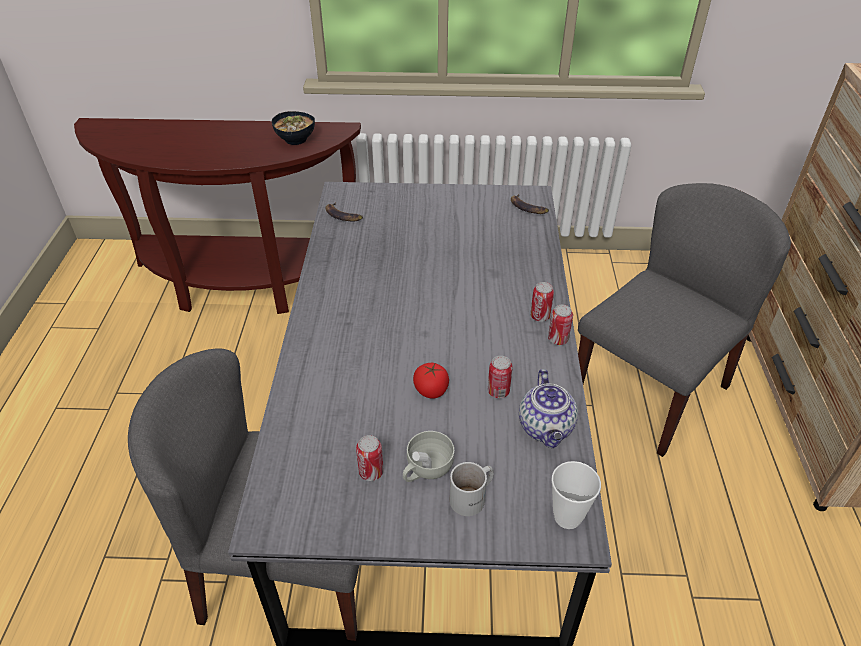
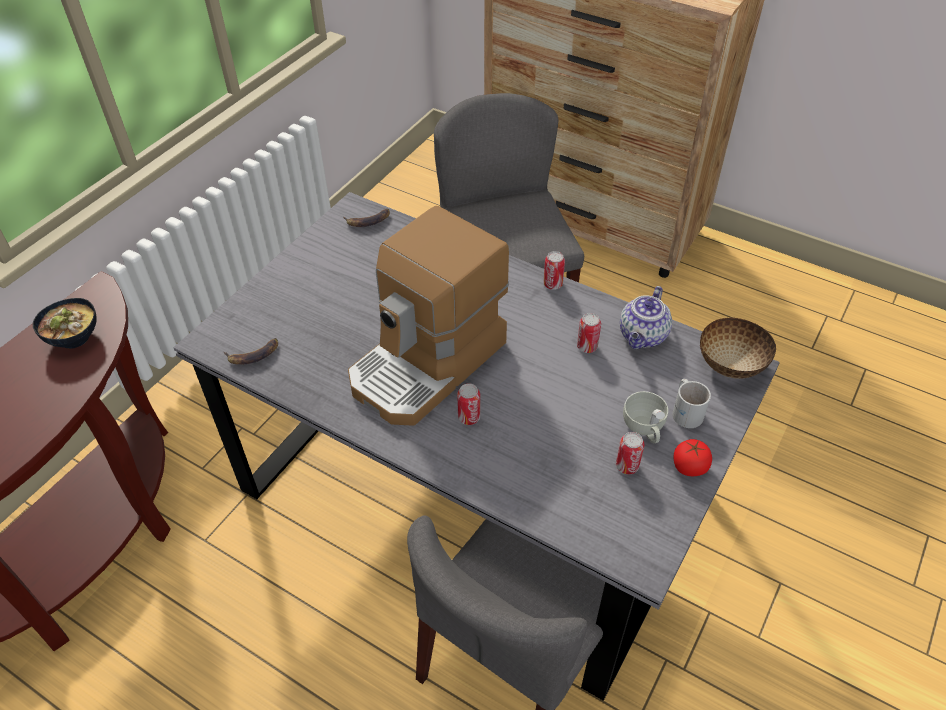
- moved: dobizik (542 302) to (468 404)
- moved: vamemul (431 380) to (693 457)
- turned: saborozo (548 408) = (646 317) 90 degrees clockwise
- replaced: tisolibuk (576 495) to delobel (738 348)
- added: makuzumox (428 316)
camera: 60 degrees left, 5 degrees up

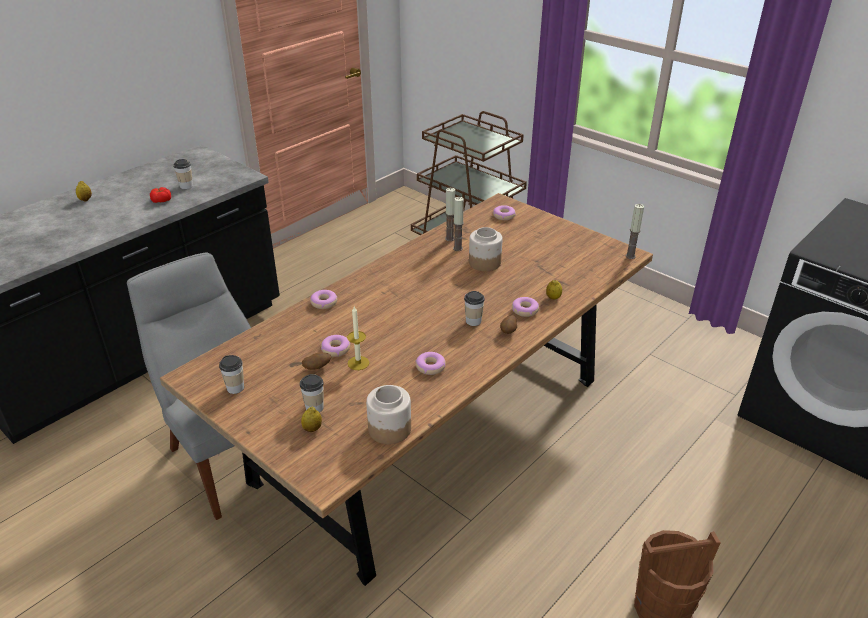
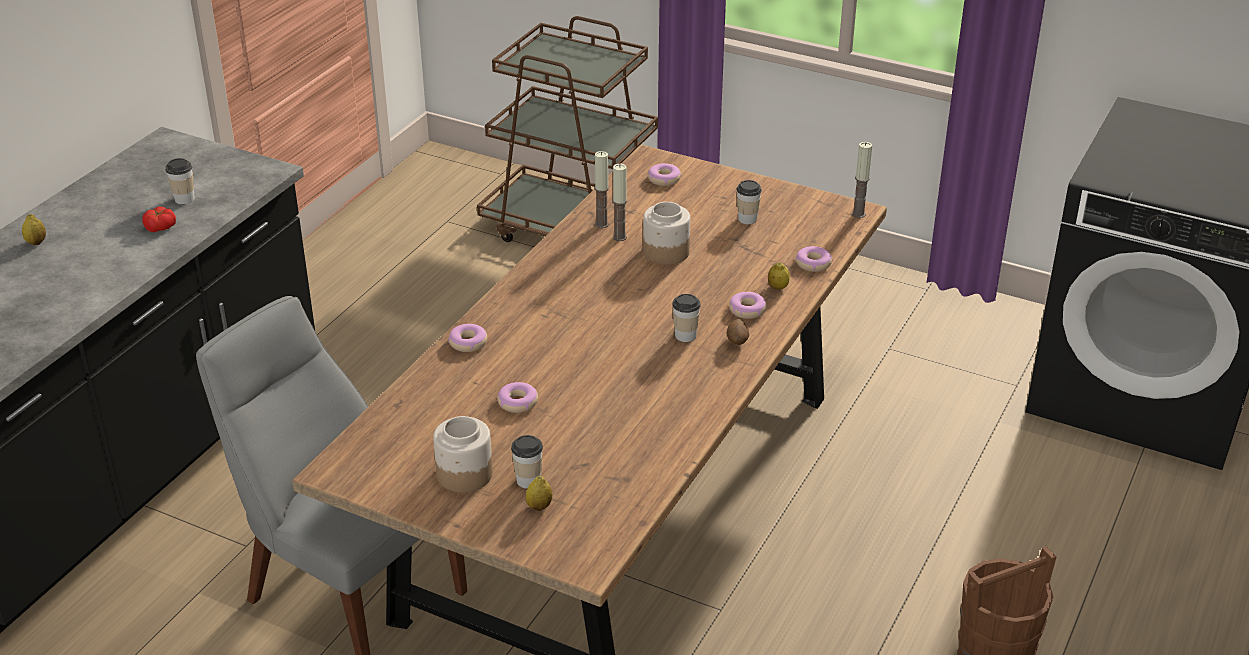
- removed: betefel (358 338)
- removed: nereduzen (316 361)
- moved: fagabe (430 363) to (814 259)
- moved: tisolibuk (231 374) to (749 202)
- moved: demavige (388 414) to (463 454)
camera: 15 degrees left, 0 degrees up

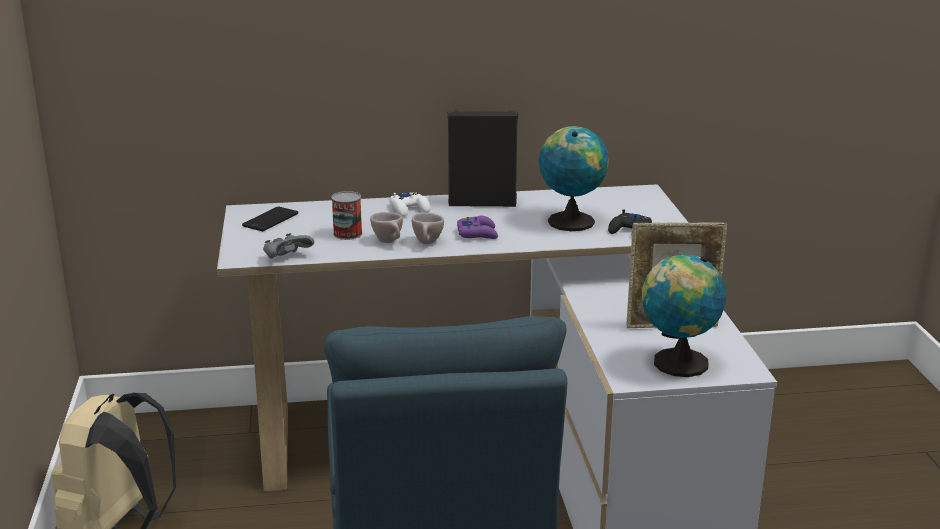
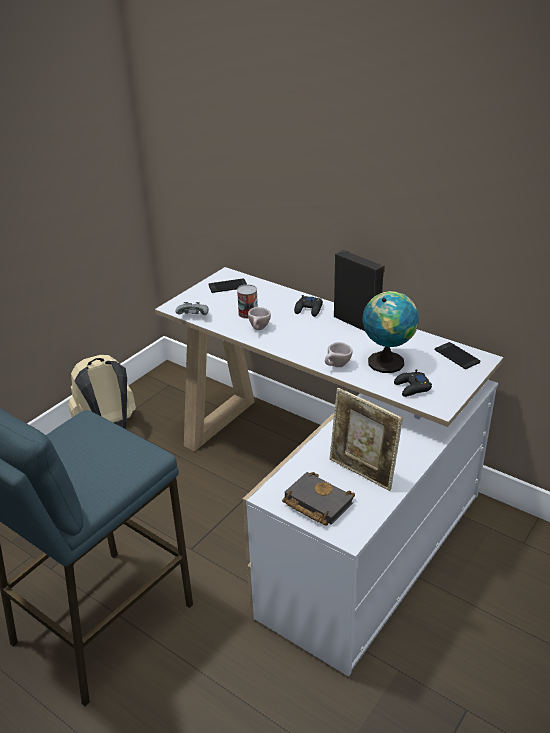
- recoloured: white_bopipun (410 204) to black_bopipun (308 306)
- moved: beige_tisolibuk (428 228) to (339 354)
- removed: purple_bopipun (477 227)
- replaced: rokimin (684 315) to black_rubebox (318 499)
- added: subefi (457 355)
camera: 45 degrees right, 10 degrees up

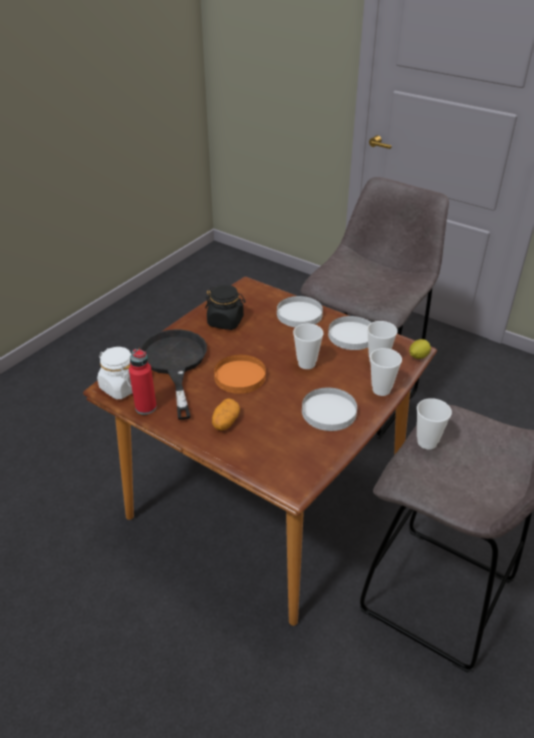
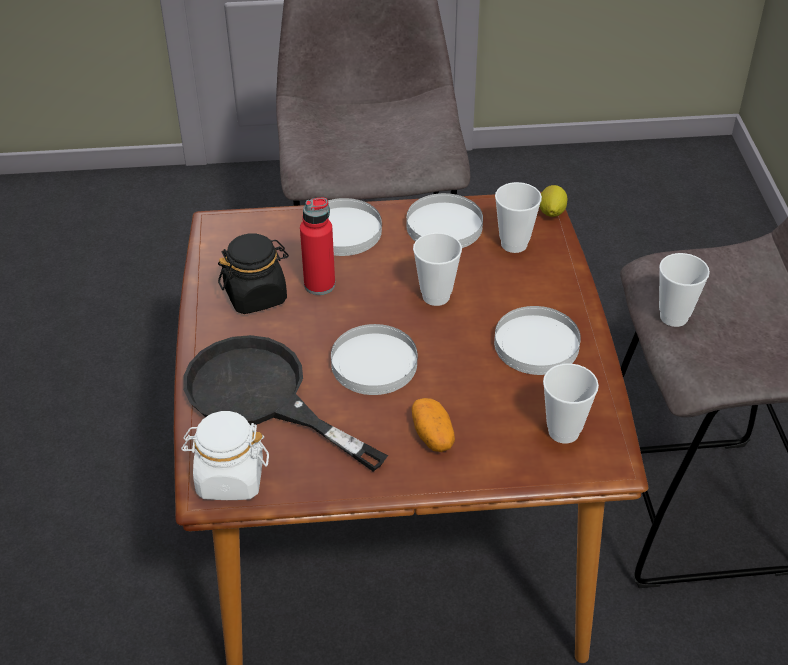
- moved: tisolibuk (386 372) to (571 403)
- moved: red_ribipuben (143 382) to (317 246)
- recoloured: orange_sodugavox (240 374) to white_sodugavox (374 359)
camera: 40 degrees left, 5 degrees up

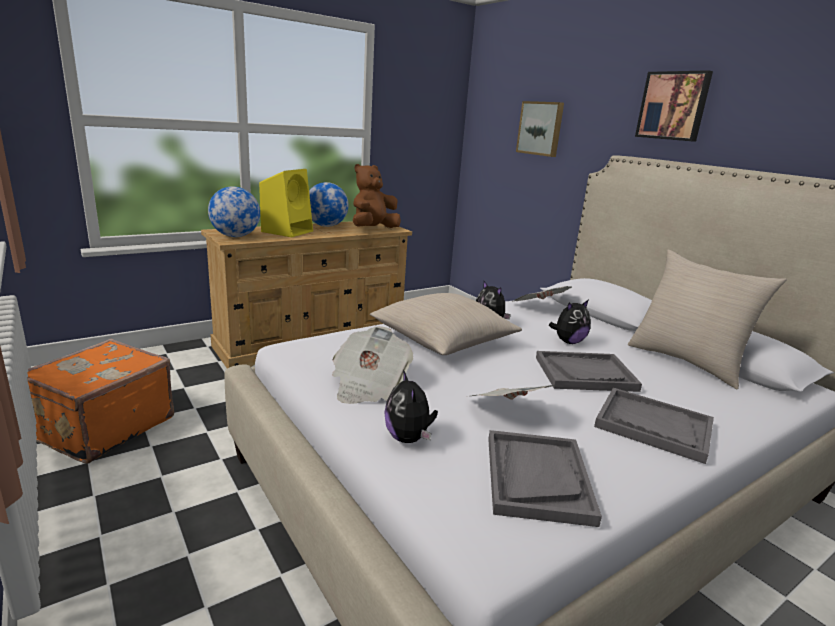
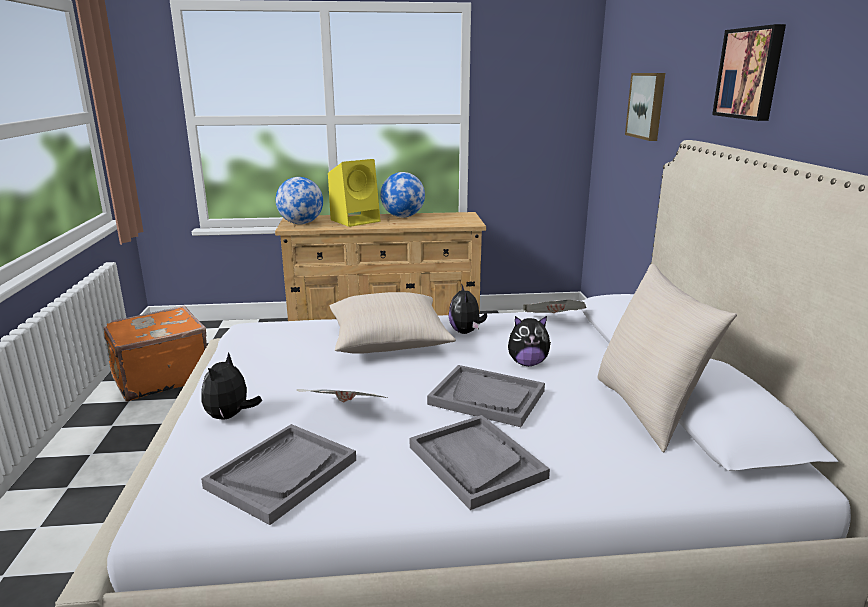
- removed: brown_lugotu (377 196)
- removed: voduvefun (372 365)
camera: 30 degrees right, 0 degrees up

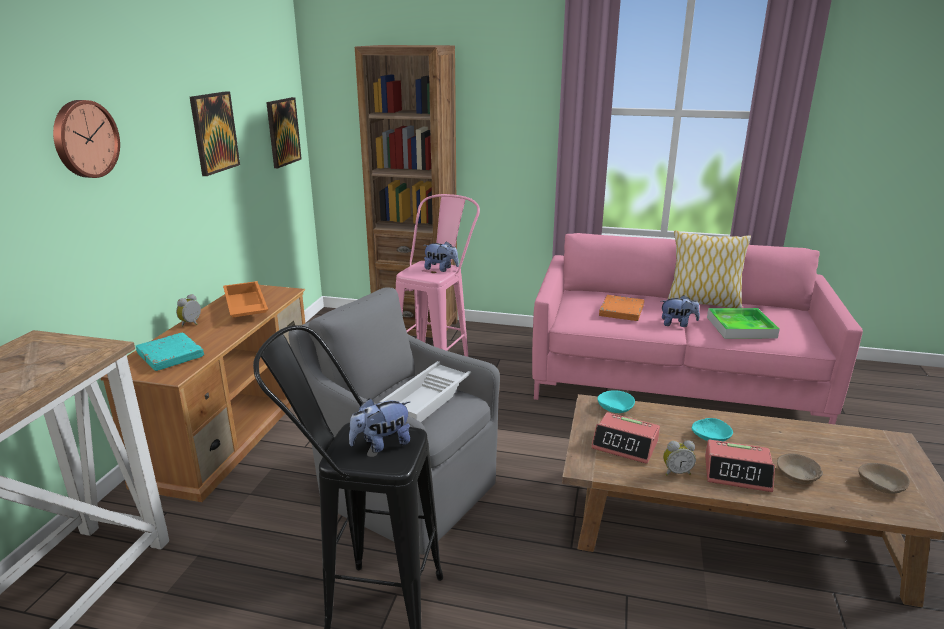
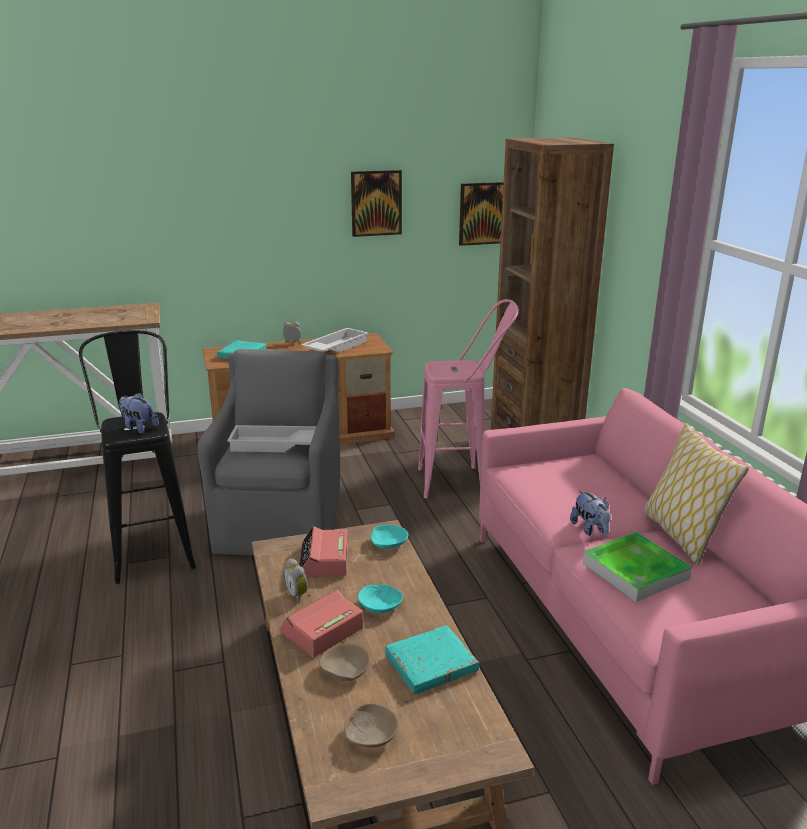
- removed: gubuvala (86 139)
- removed: lugotu (441 256)
- recoloured: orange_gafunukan (245 299) to white_gafunukan (335 340)
- removed: orange_rubebox (621 308)
- turned: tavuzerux (740 465) = (321 623) 60 degrees clockwise
- added: turquoise_rubebox (432 659)
camera: 60 degrees right, 0 degrees up

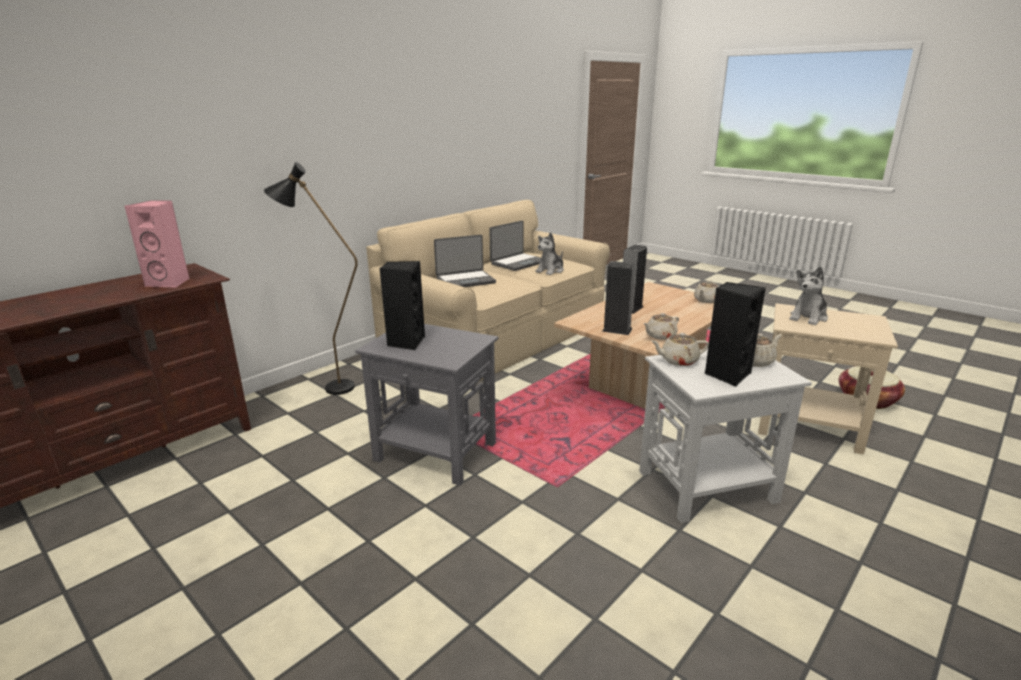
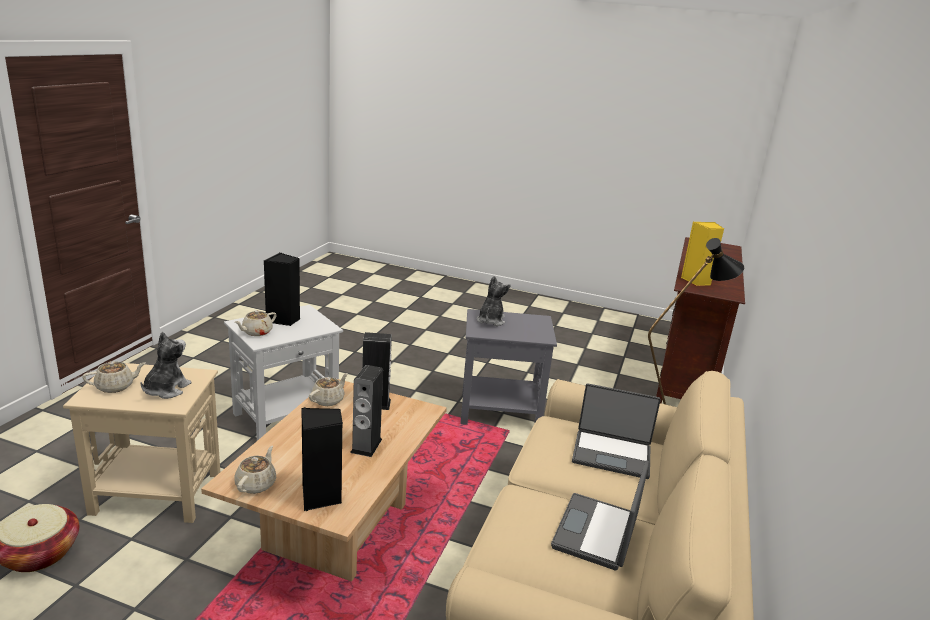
- recoloured: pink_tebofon (157 244) to yellow_tebofon (702 254)
- moved: lugotu (550 253) to (494 301)
- turned: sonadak (465 261) = (616 431) 120 degrees counterclockwise
- moved: black_tebofon (402 305) to (322 459)
- moved: beige_saborozo (680 349) to (114 377)
camera: 155 degrees right, 0 degrees up

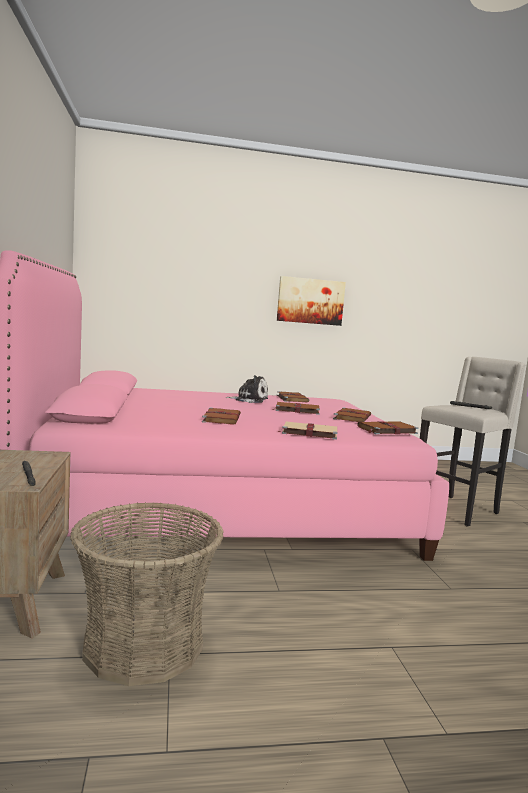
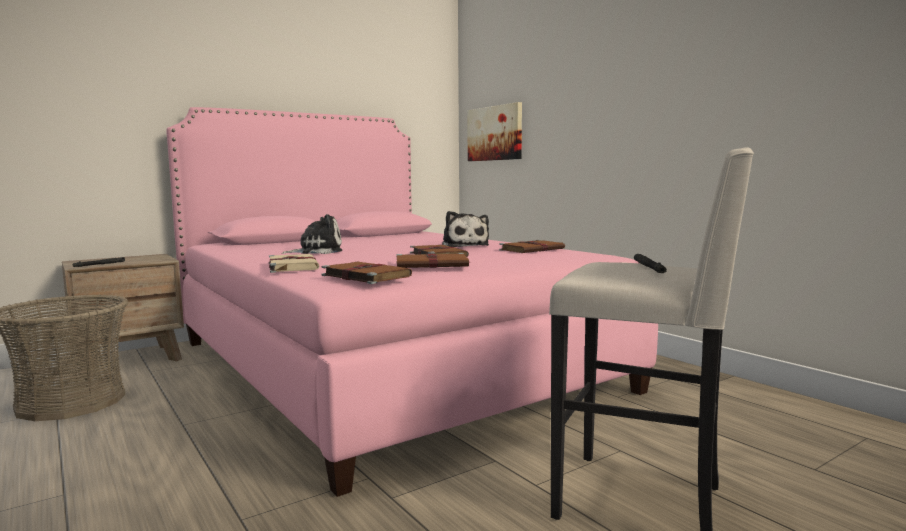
- moved: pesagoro (311 301) to (494 131)
- replaced: brown_rubebox (221 416) to lugotu (312 234)
camera: 65 degrees right, 0 degrees up

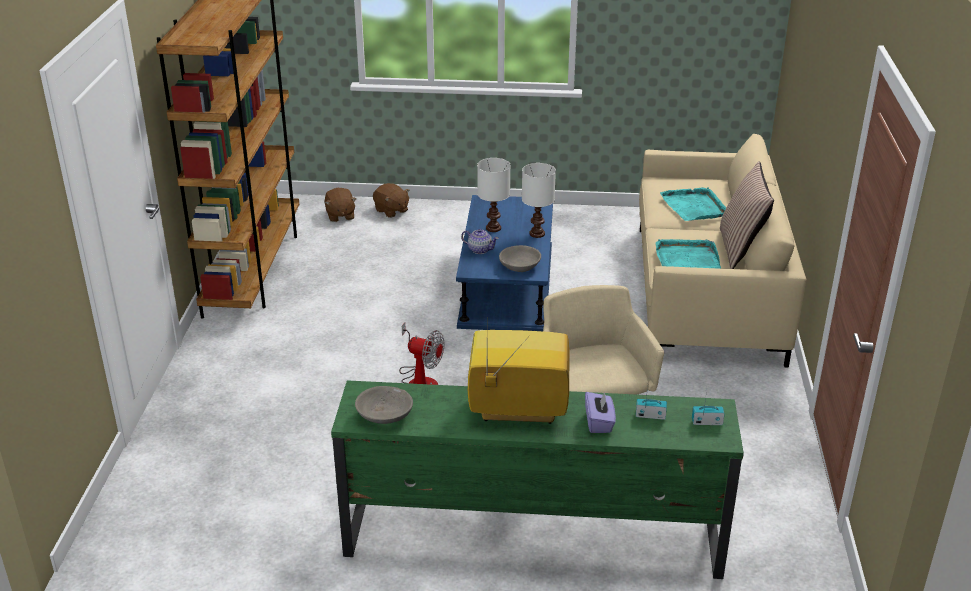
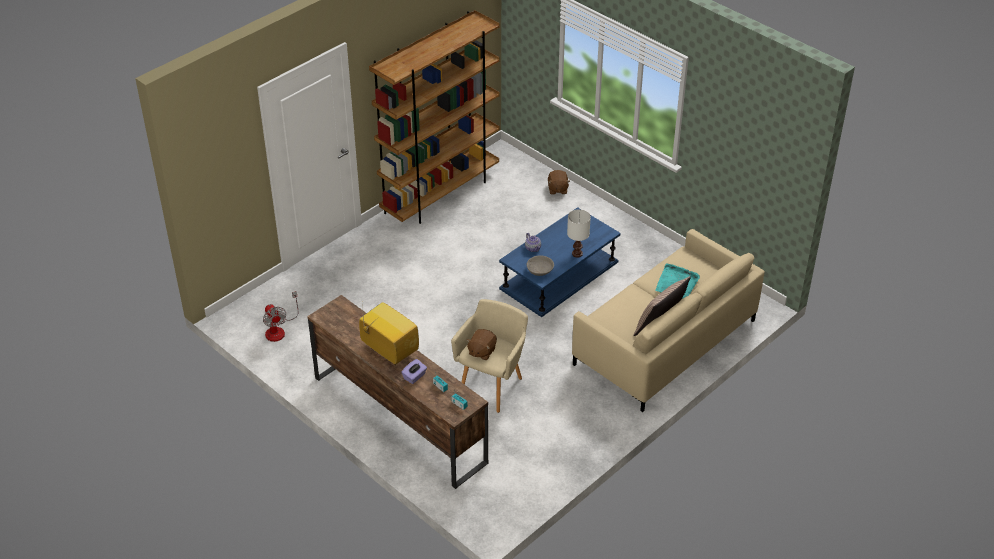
- removed: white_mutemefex (493 195)
- moved: brown_lugotu (340 205) to (481 344)
- removed: turquoise_gafunukan (688 254)
- moved: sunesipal (421 353) to (280 316)
- recoloured: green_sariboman (537 479) to brown_sariboman (397 392)
- removed: grey_delobel (384 405)
camera: 40 degrees right, 10 degrees up

